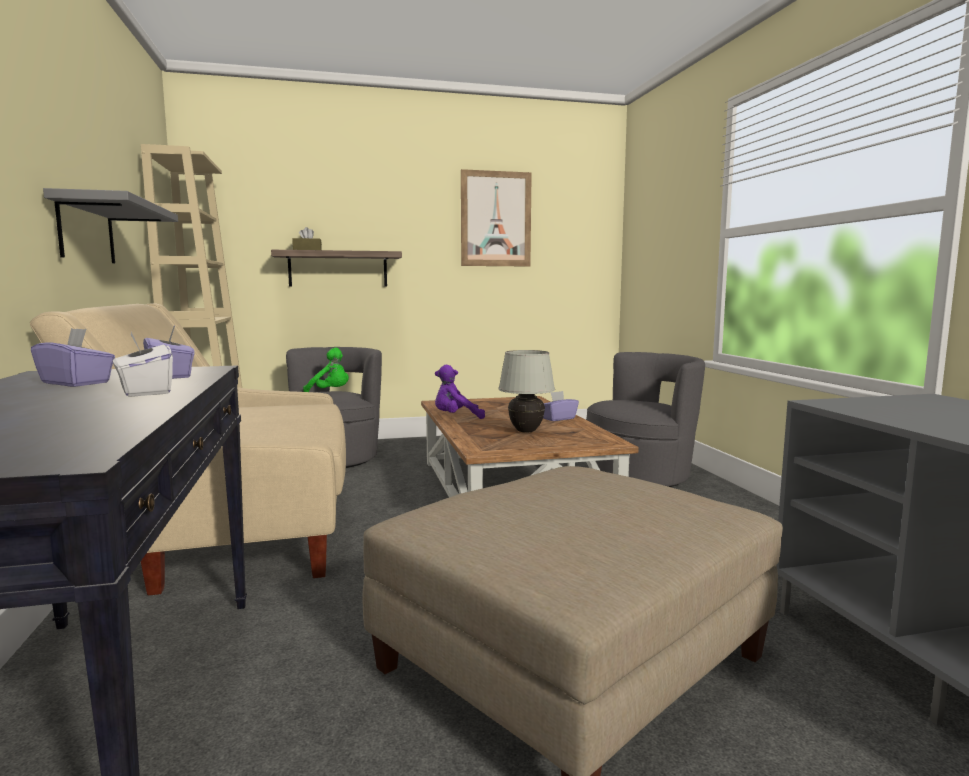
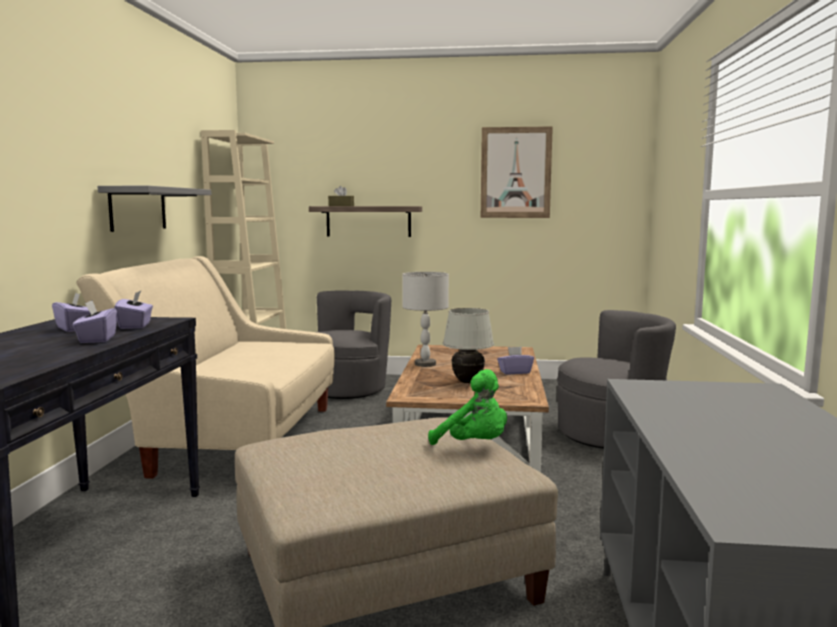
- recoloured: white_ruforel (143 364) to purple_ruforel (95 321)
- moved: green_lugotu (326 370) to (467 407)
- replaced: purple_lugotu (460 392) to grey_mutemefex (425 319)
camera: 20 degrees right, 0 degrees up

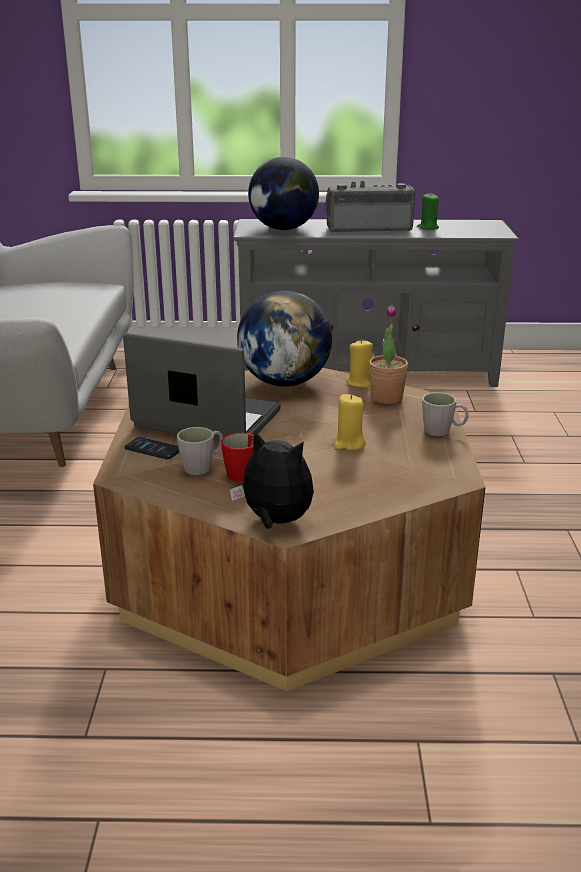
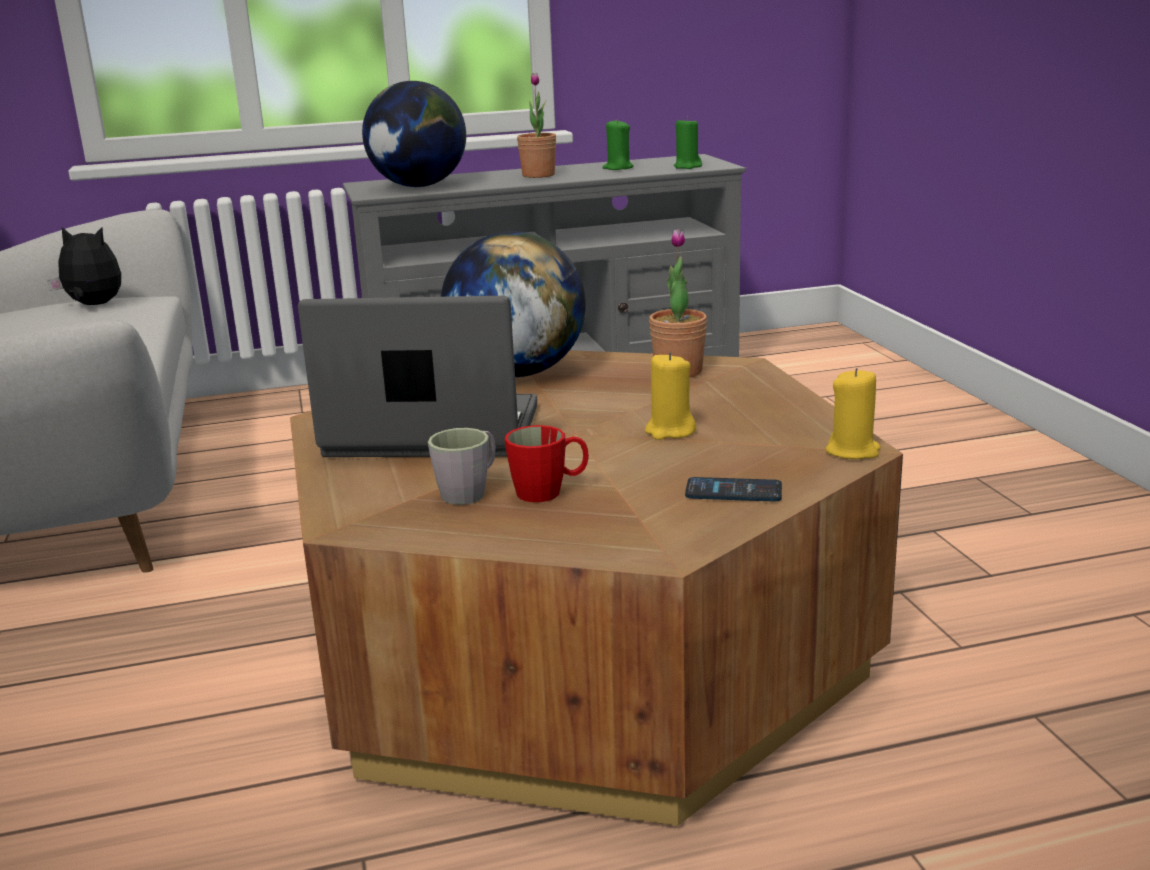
- replaced: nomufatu (370 206) to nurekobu (536 125)
- moved: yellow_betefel (359 364) to (853 413)
- removed: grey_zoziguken (445 414)
- moved: lugotu (272 480) to (84 266)
- moved: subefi (152 448) to (733 489)
- added: green_betefel (688 143)
camera: 15 degrees left, 5 degrees down

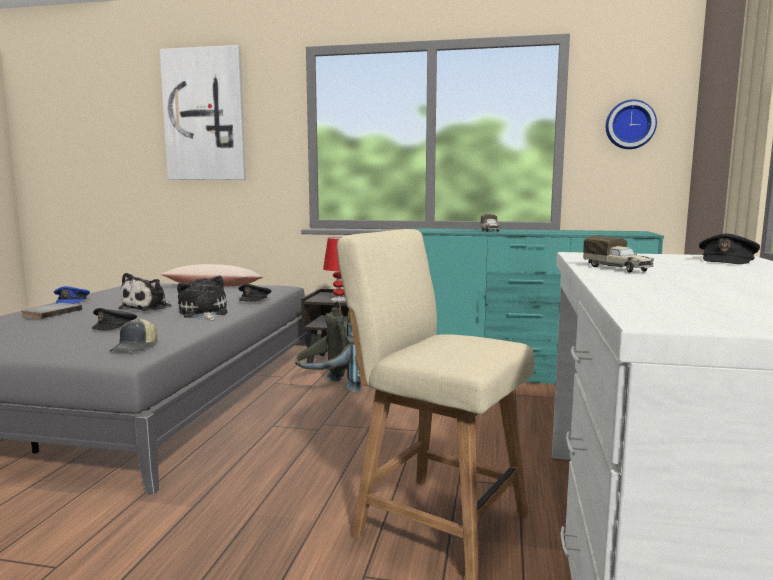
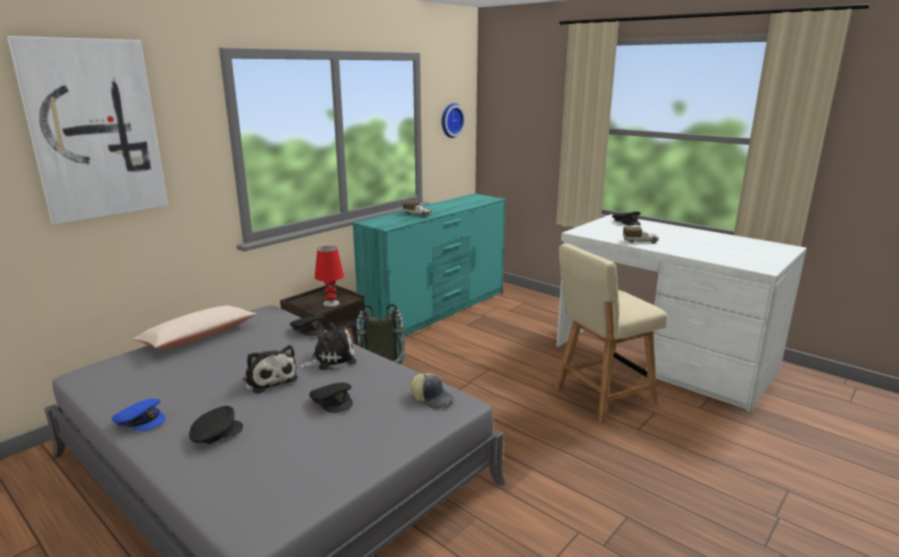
- turned: lugotu (202 298) = (327 346) 150 degrees clockwise
- replaced: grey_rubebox (51 311) to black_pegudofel (216 425)
camera: 60 degrees left, 10 degrees up

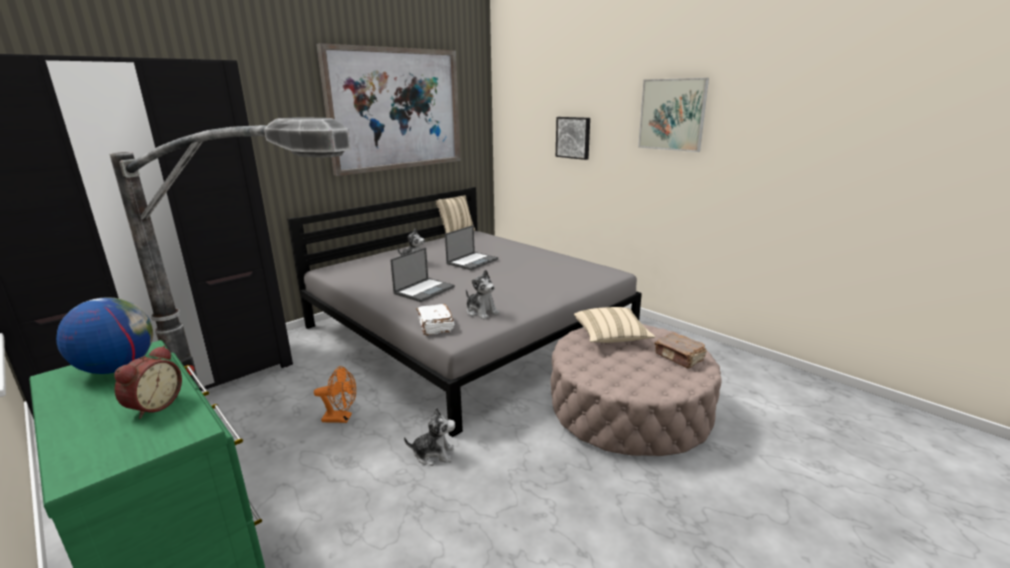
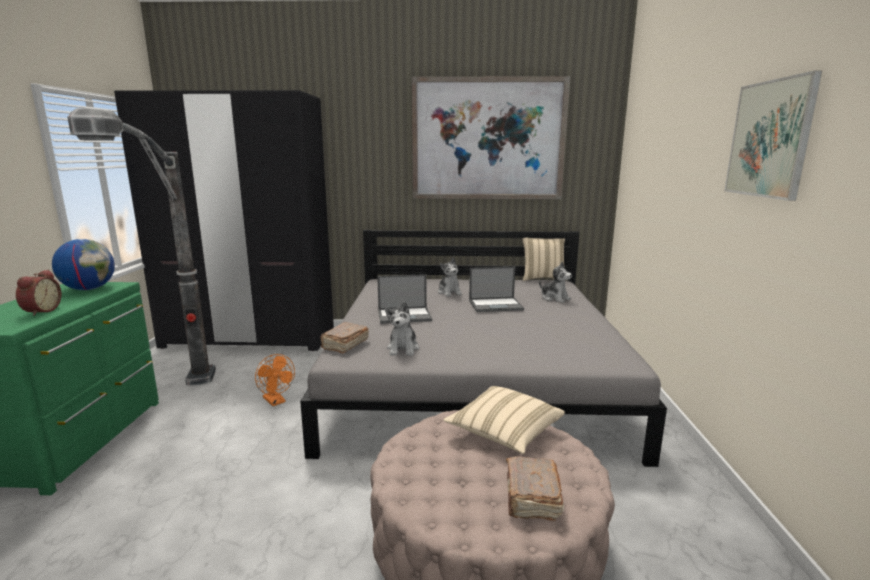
- removed: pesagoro (573 138)
- recoloured: white_rubebox (435 319) to brown_rubebox (344 338)
- turned: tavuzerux (148 382) = (39 293) 60 degrees counterclockwise
- moved: lugotu (429 436) to (555 282)
camera: 45 degrees right, 5 degrees down

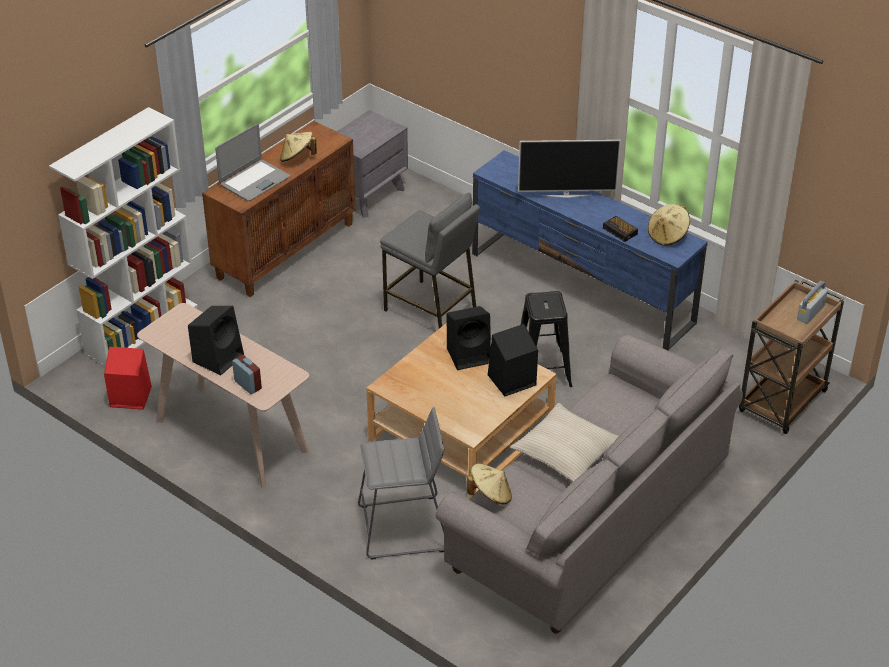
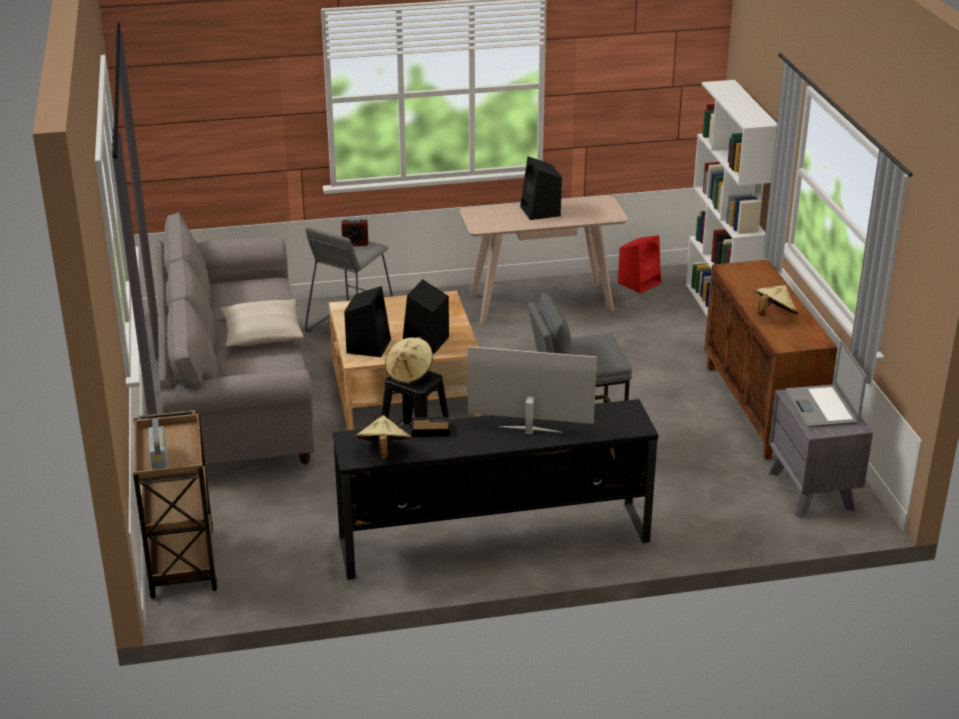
- moved: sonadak (252 162) to (826 384)
- turned: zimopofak (569 169) = (532 390) 60 degrees clockwise
- recoloured: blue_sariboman (590 250) to black_sariboman (495 489)
- moved: tavuzerux (247 374) to (354 232)
- moved: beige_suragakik (489 483) to (409 360)
camera: 130 degrees right, 10 degrees down

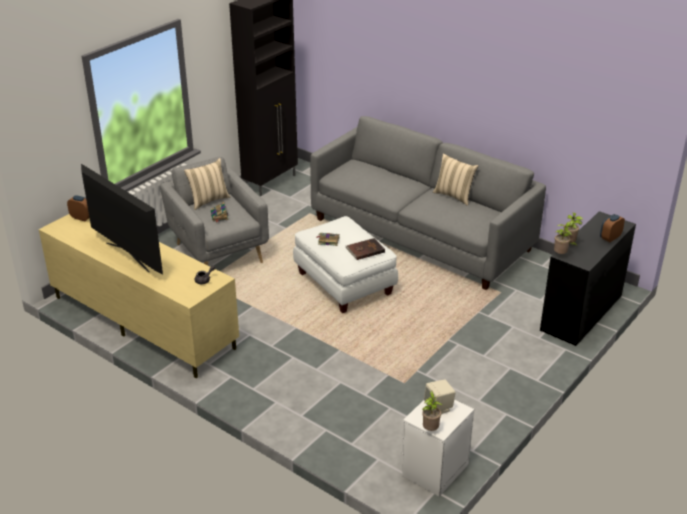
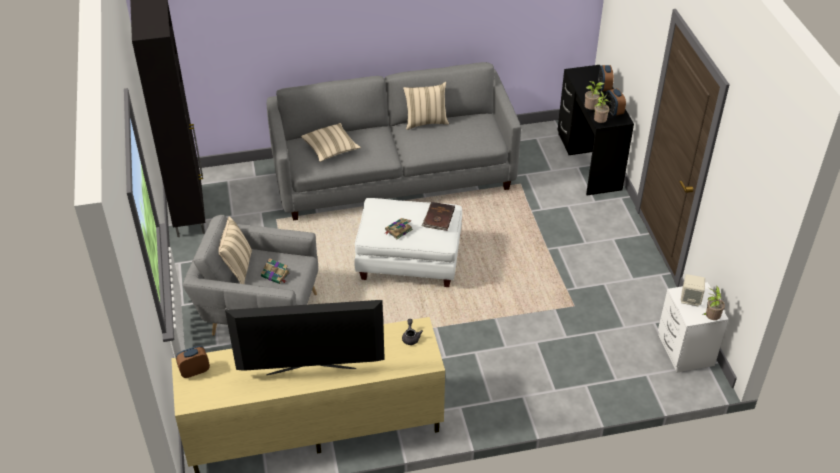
- added: tavuzerux (615 102)
- added: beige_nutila (331 142)
camera: 50 degrees left, 10 degrees up

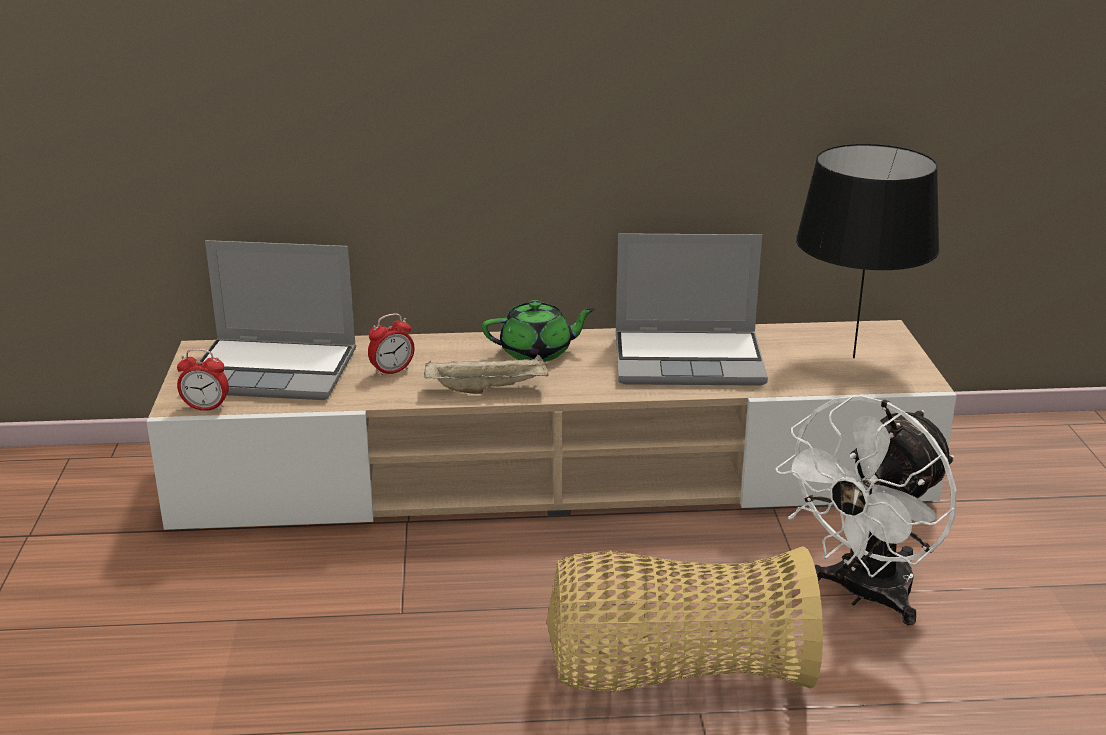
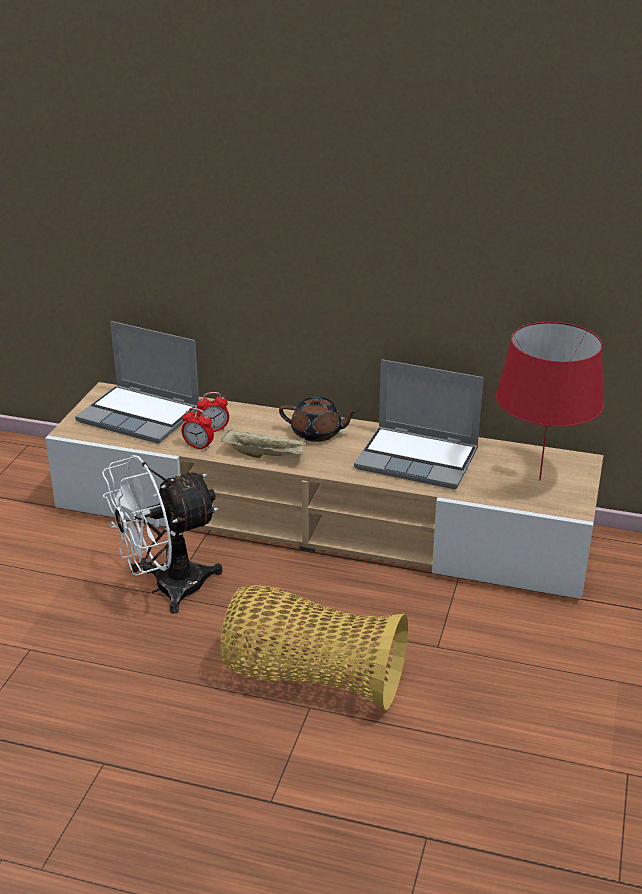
- recoloured: black_mutemefex (868 251) to red_mutemefex (550 401)
- recoloured: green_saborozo (538 331) to brown_saborozo (319 419)
- moved: tavuzerux (203 380) to (197 429)
- moved: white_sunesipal (866 510) to (162 534)
camera: 20 degrees right, 5 degrees up

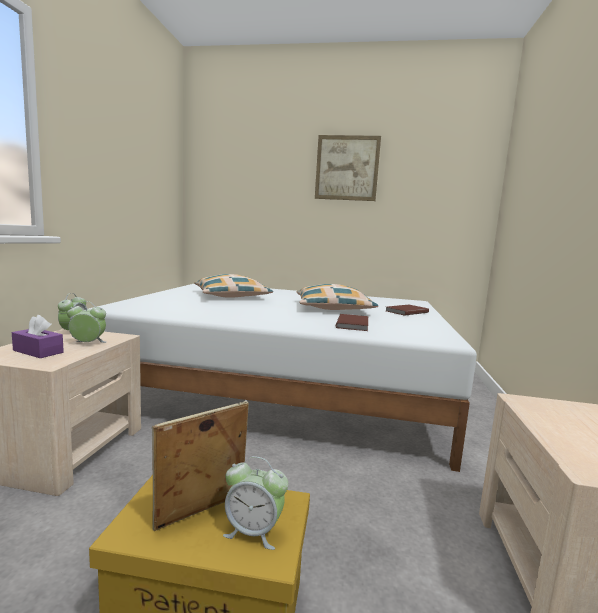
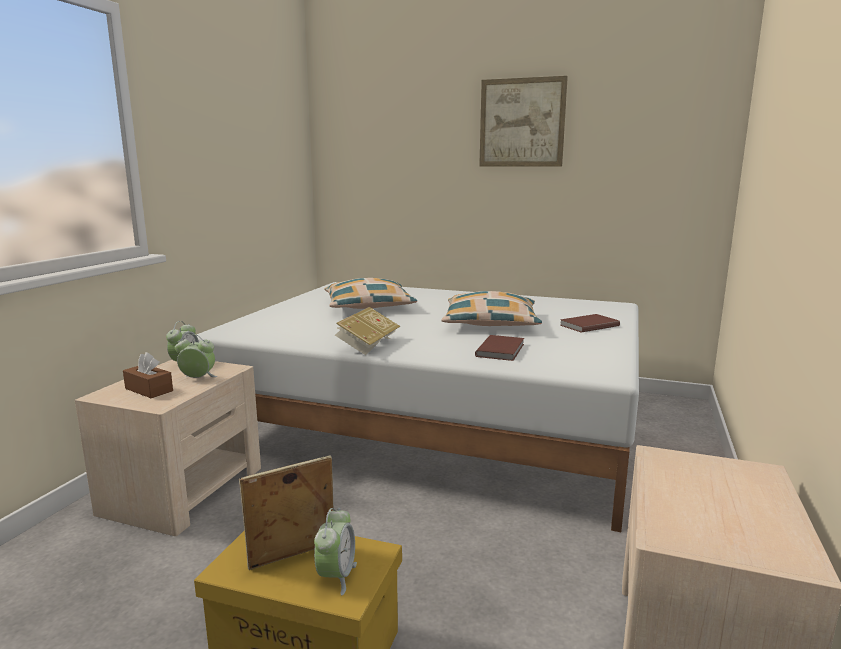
- recoloured: purple_ruforel (38 336) to brown_ruforel (148 375)
- turned: tavuzerux (255 503) = (335 551) 105 degrees counterclockwise
- added: rubebox (367 331)
camera: 10 degrees right, 5 degrees up

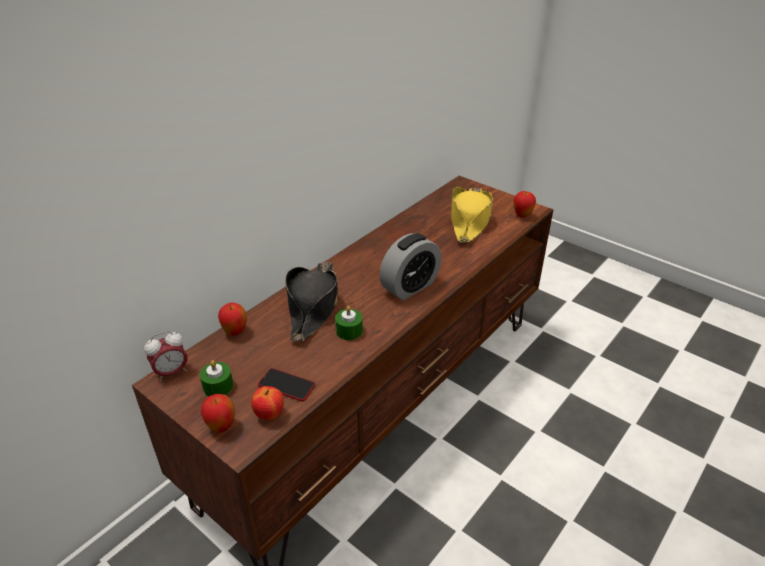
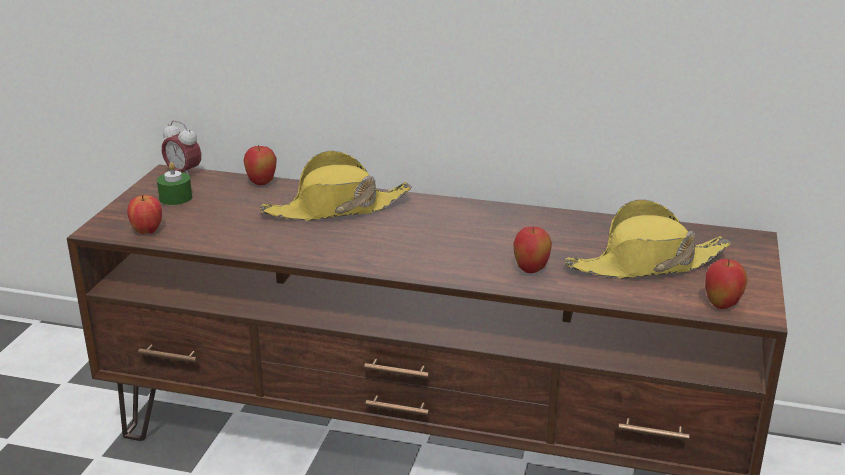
- removed: tavuzerux (410 266)
- recoloured: black_suragakik (311 302) to yellow_suragakik (336 186)
- removed: green_betefel (349 323)
- removed: subefi (286 384)
- moved: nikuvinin (218 413) to (532 250)
camera: 65 degrees right, 10 degrees down

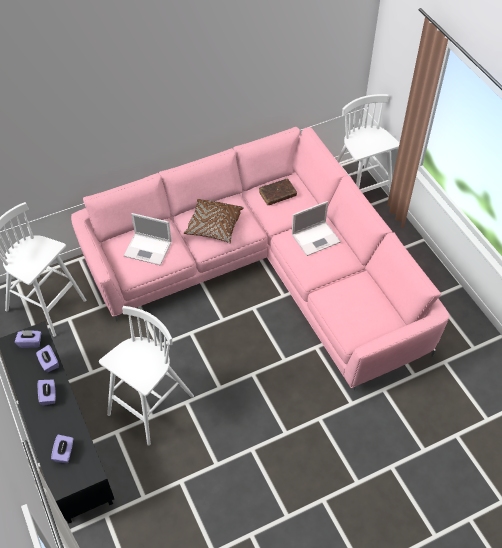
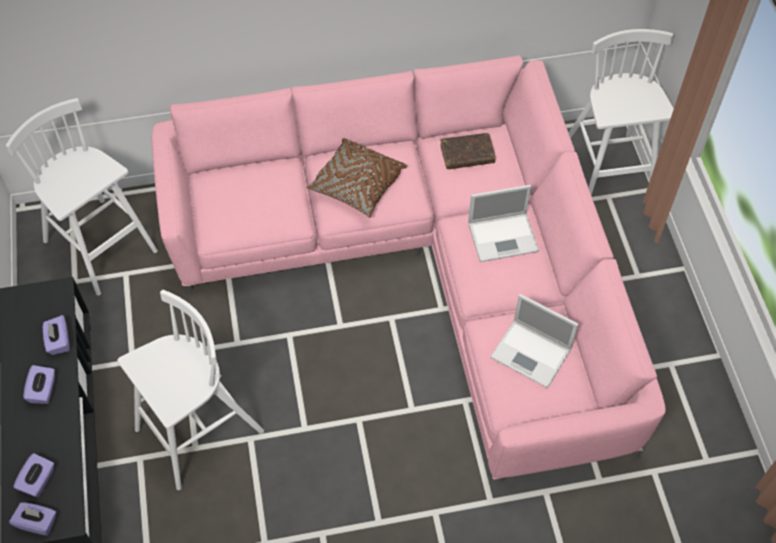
- moved: sonadak (147 239) to (534 341)
- moved: purple_ruforel (28 339) to (32 519)
camera: 15 degrees right, 5 degrees up

